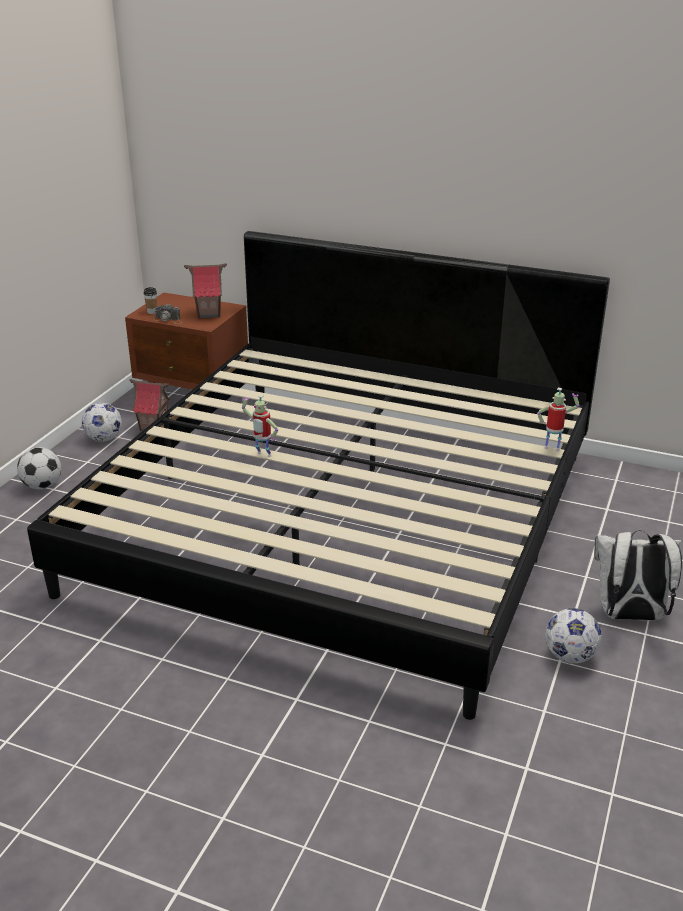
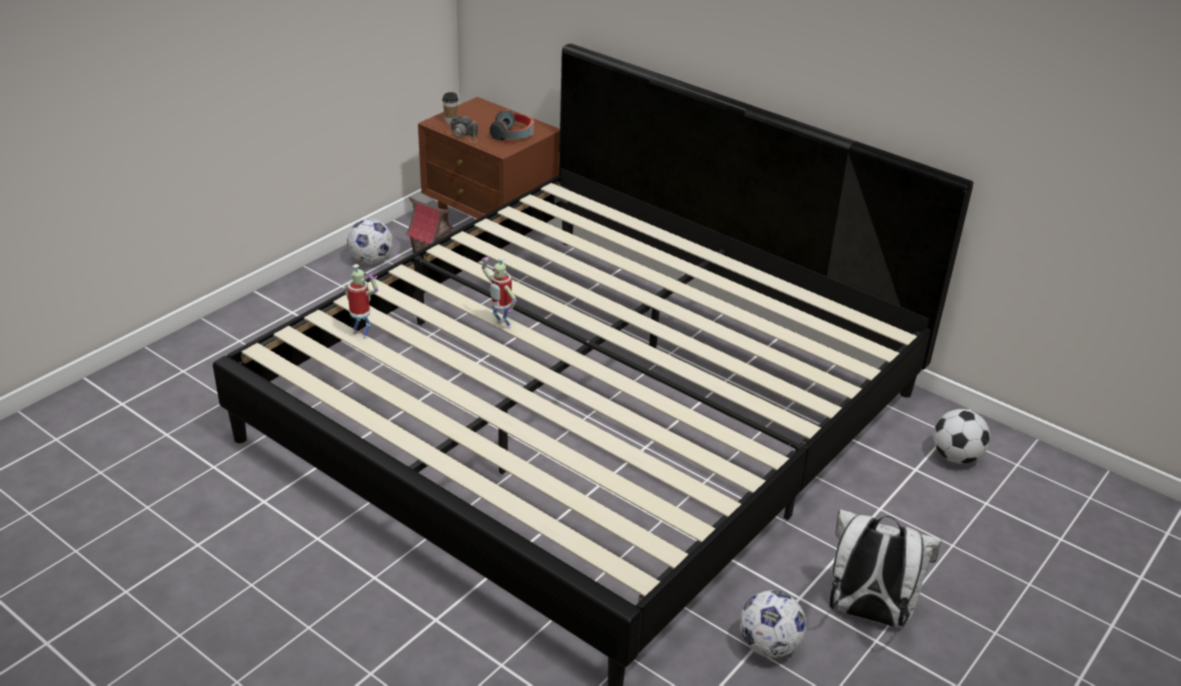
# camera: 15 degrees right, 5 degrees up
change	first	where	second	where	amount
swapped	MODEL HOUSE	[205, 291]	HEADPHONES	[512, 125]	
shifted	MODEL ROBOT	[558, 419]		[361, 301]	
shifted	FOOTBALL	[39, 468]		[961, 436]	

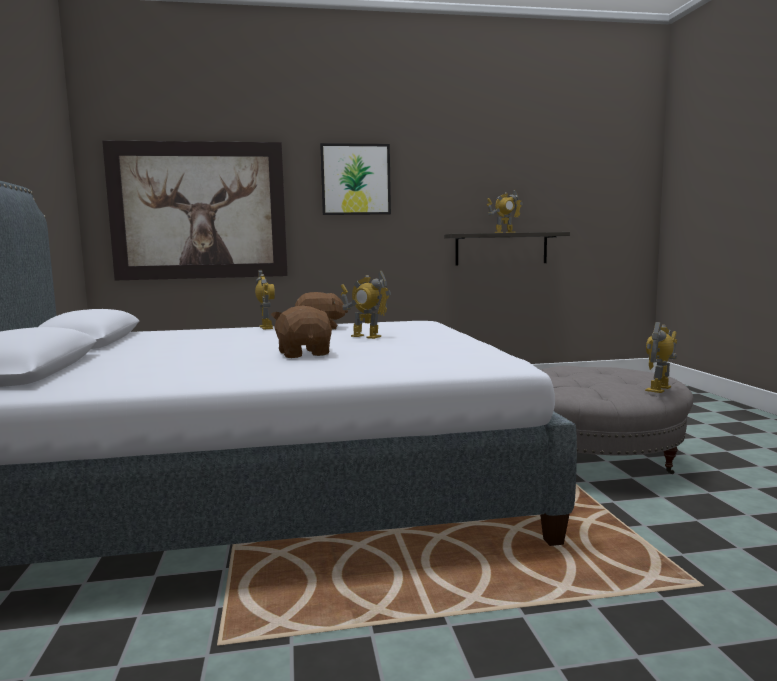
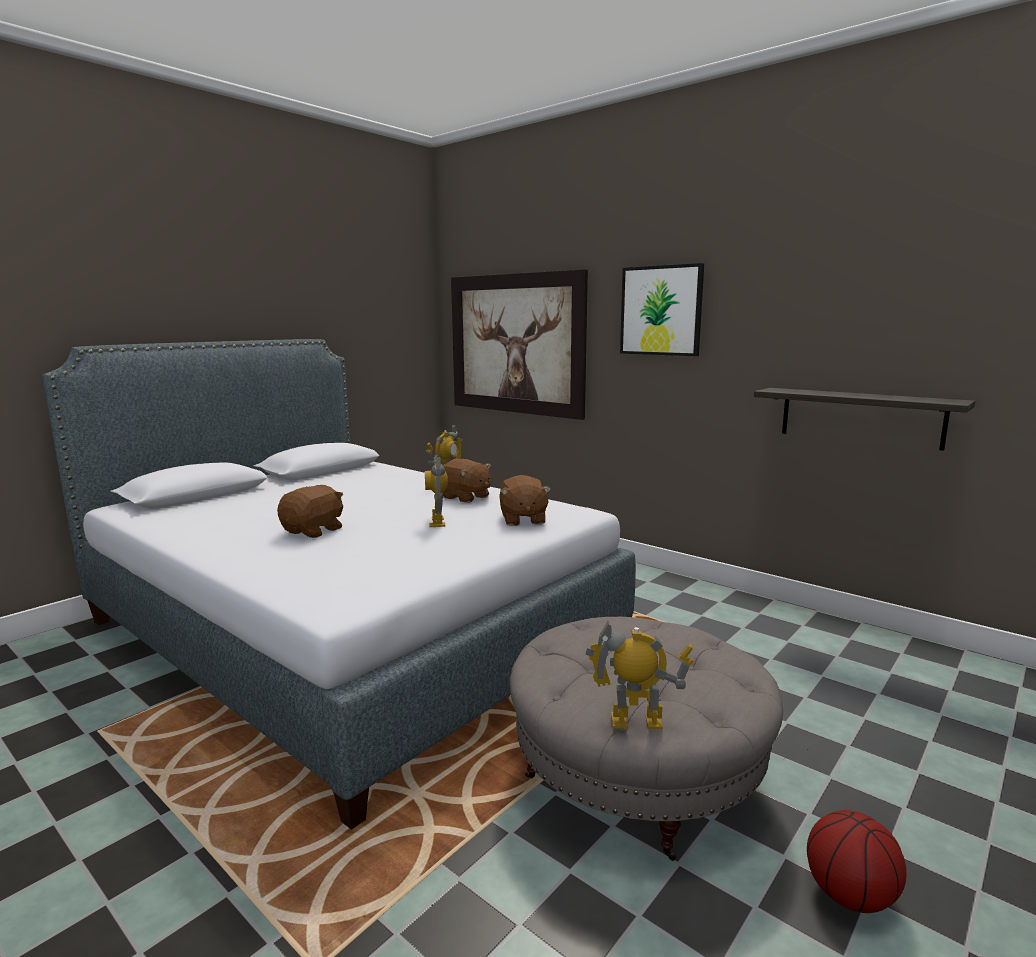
# camera: 50 degrees right, 5 degrees up
change	first	where	second	where	amount
gone	MODEL ROBOT	[505, 211]			
new			BROWNISH PLUSH TOY	[525, 500]	
new			BASKETBALL	[857, 861]	

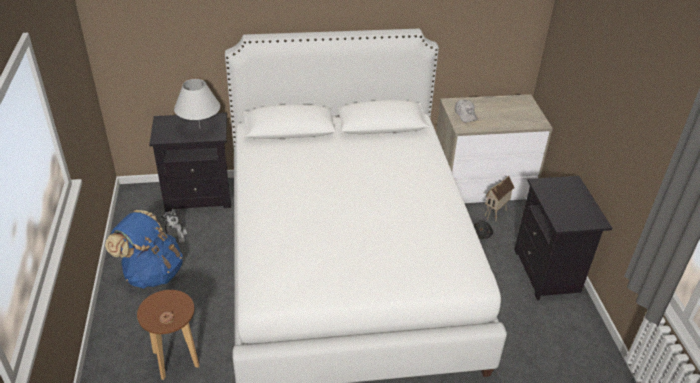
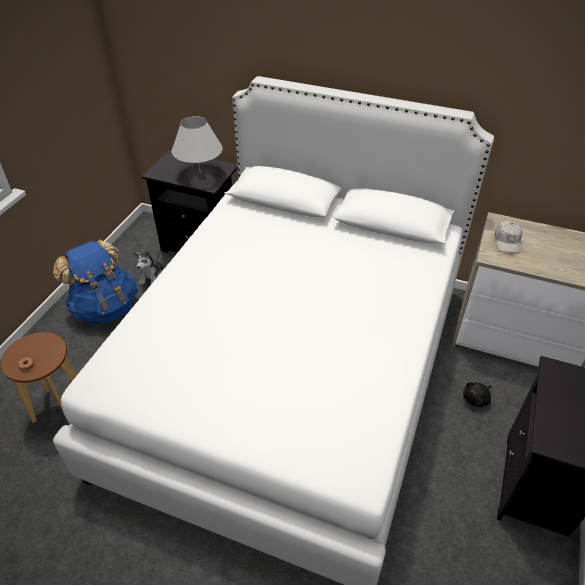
# camera: 30 degrees right, 5 degrees up
change	first	where	second	where	amount
gone	MODEL HOUSE	[500, 198]			

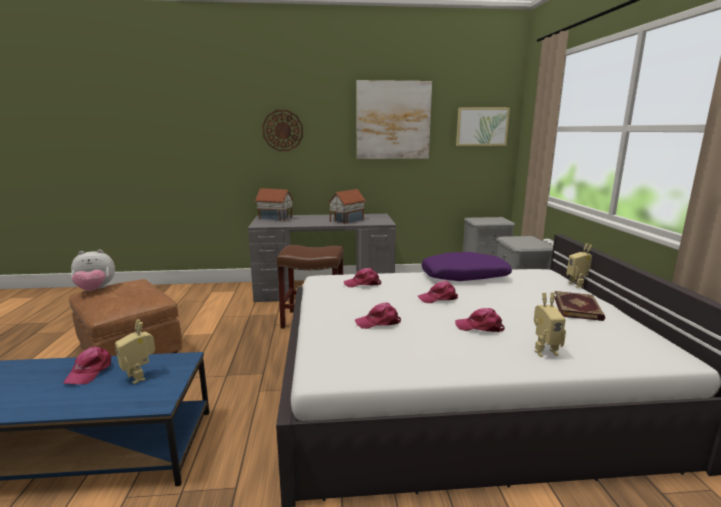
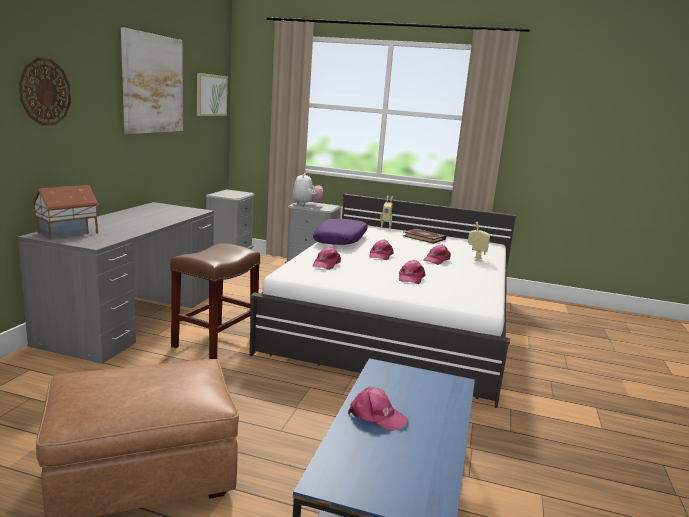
# camera: 70 degrees left, 0 degrees up
change	first	where	second	where	amount
gone	MODEL HOUSE	[347, 206]			
shifted	PLUSH TOY	[93, 270]		[308, 189]	
gone	MODEL ROBOT	[135, 351]			

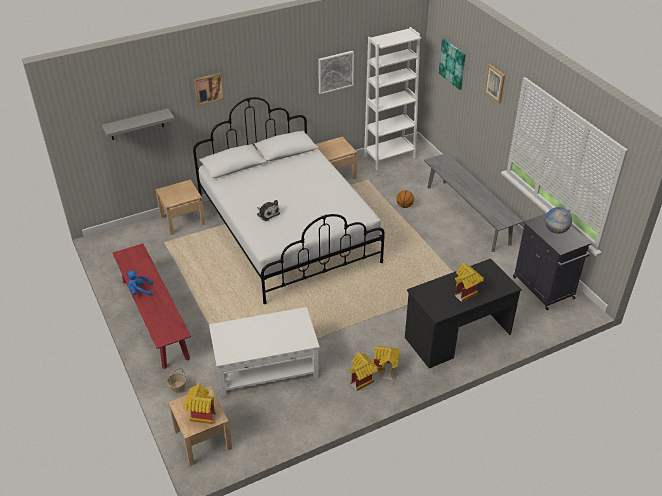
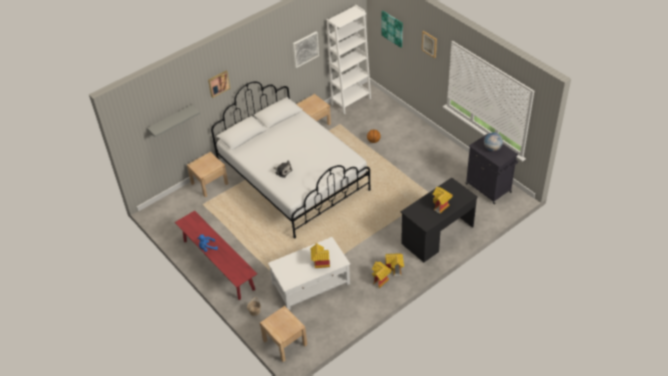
# camera: 10 degrees left, 5 degrees up
change	first	where	second	where	amount
gone	GREY LONG SEAT	[473, 202]			
shifted	MODEL HOUSE	[199, 403]		[320, 255]	

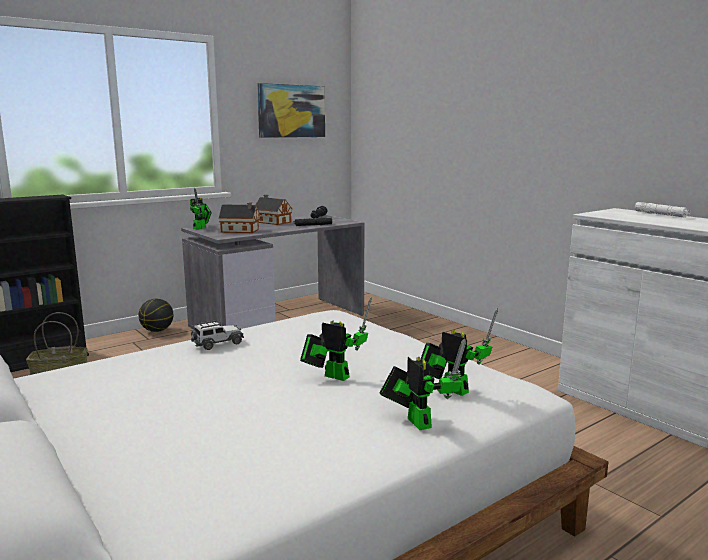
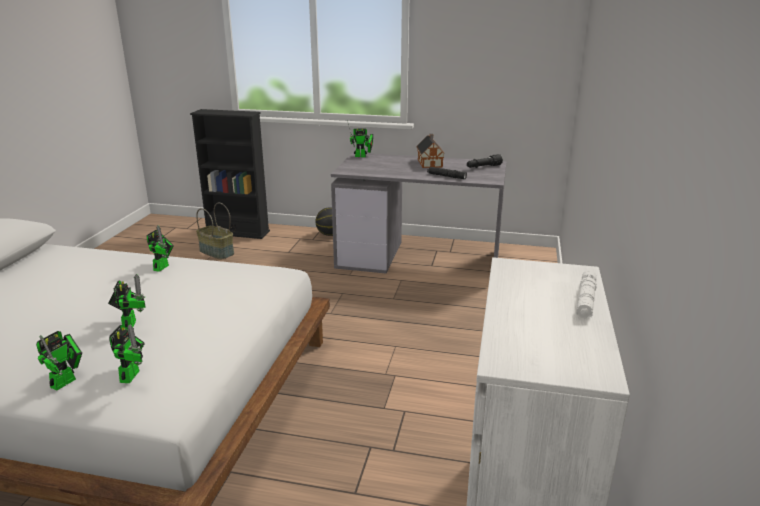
# camera: 50 degrees right, 10 degrees up
change	first	where	second	where	amount
gone	PICTURE	[291, 110]			
gone	MODEL HOUSE	[239, 217]			
swapped	MINIATURE CAR	[217, 335]	MODEL ROBOT	[160, 249]	

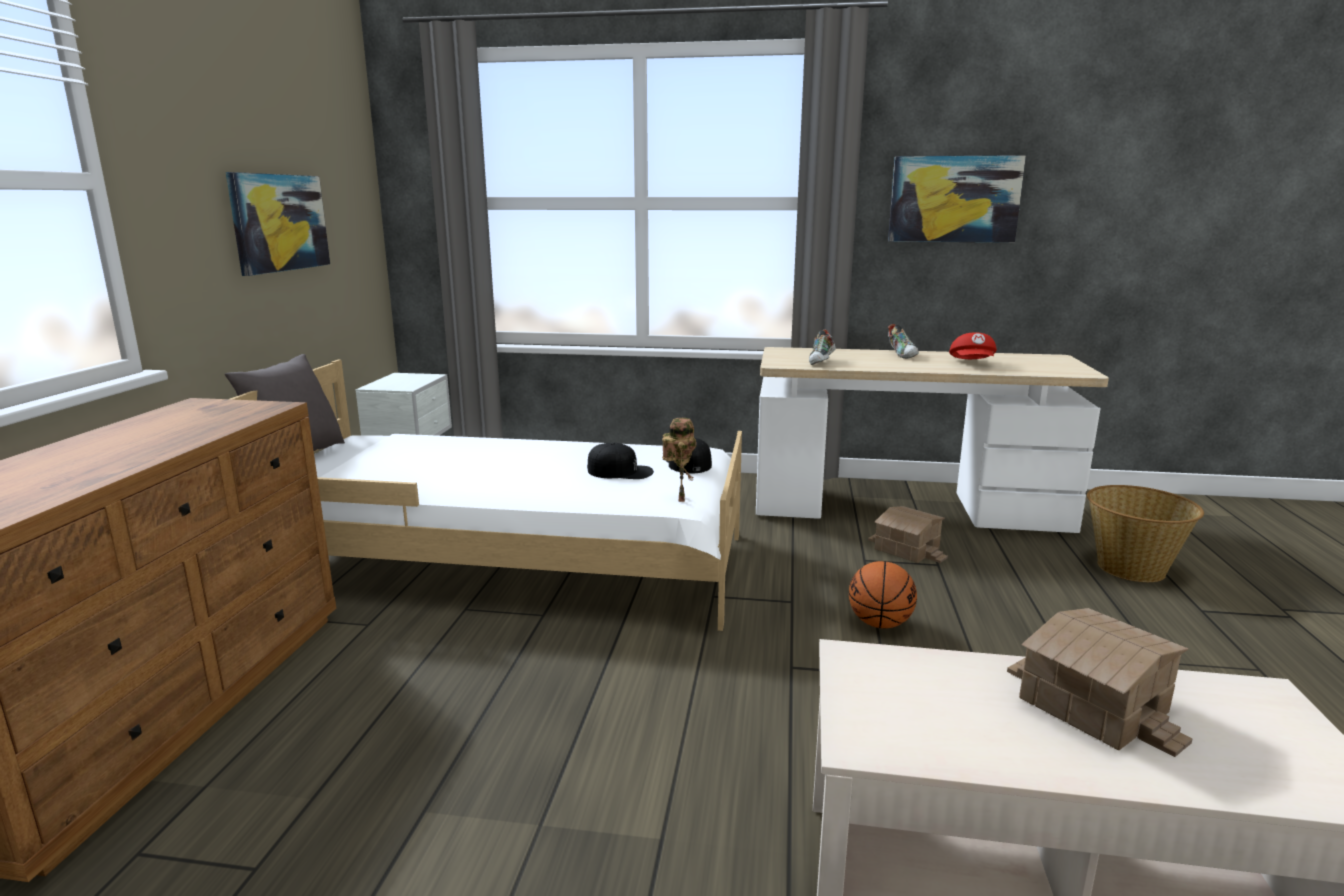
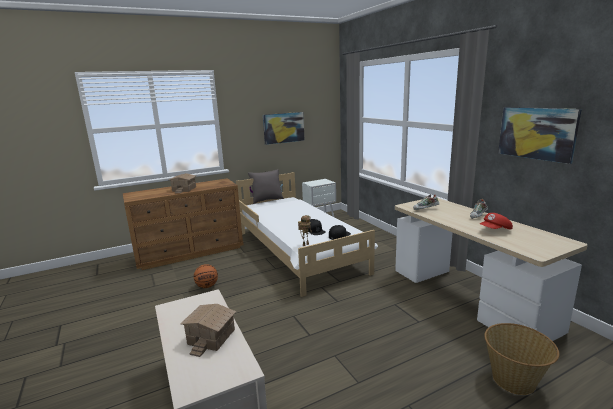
# camera: 55 degrees right, 0 degrees up
change	first	where	second	where	amount
shifted	MODEL HOUSE	[908, 534]		[182, 183]	
shifted	BASKETBALL	[883, 594]		[206, 276]	

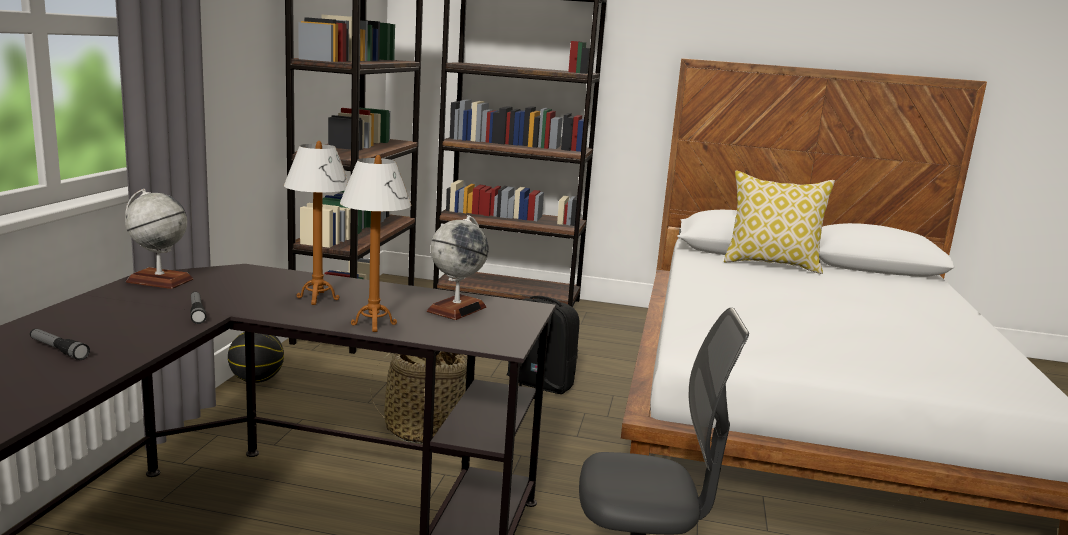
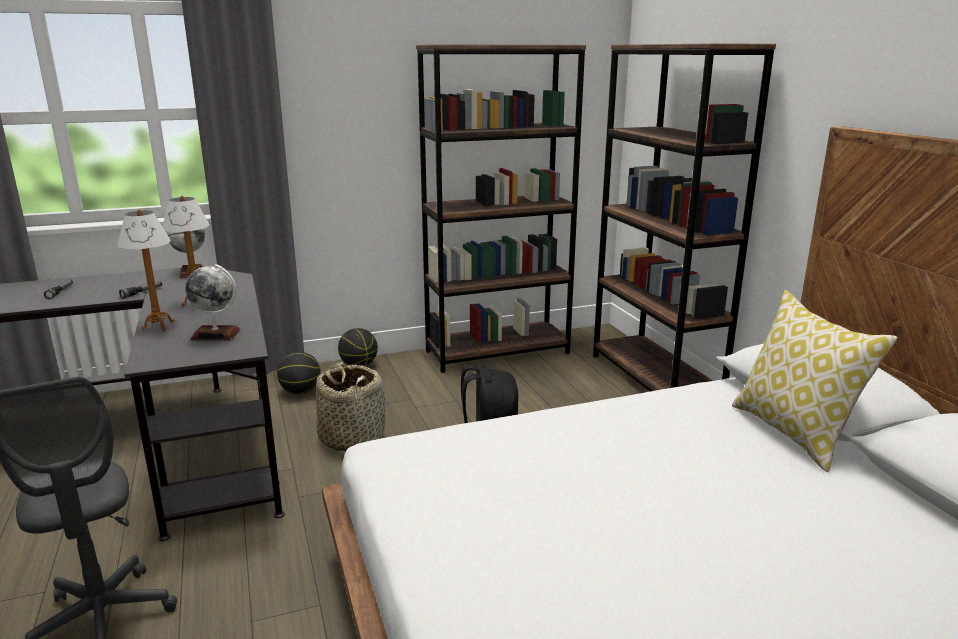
# camera: 60 degrees right, 5 degrees up
change	first	where	second	where	amount
new			BASKETBALL	[299, 373]	

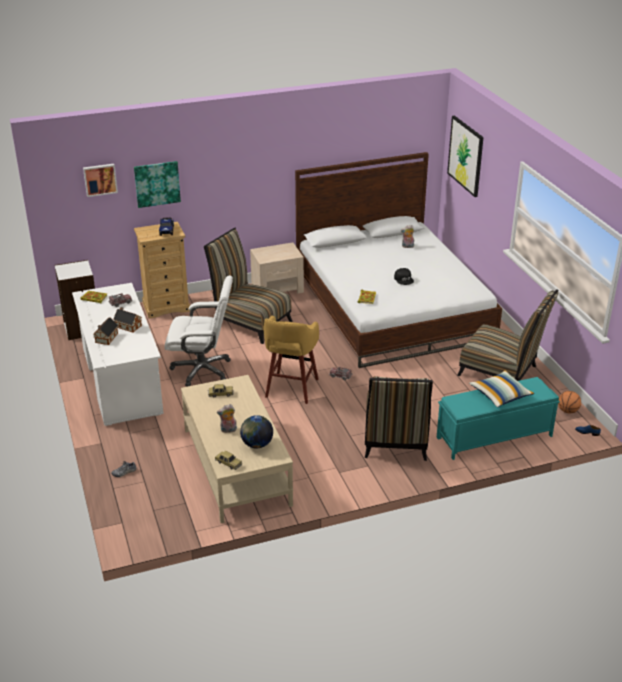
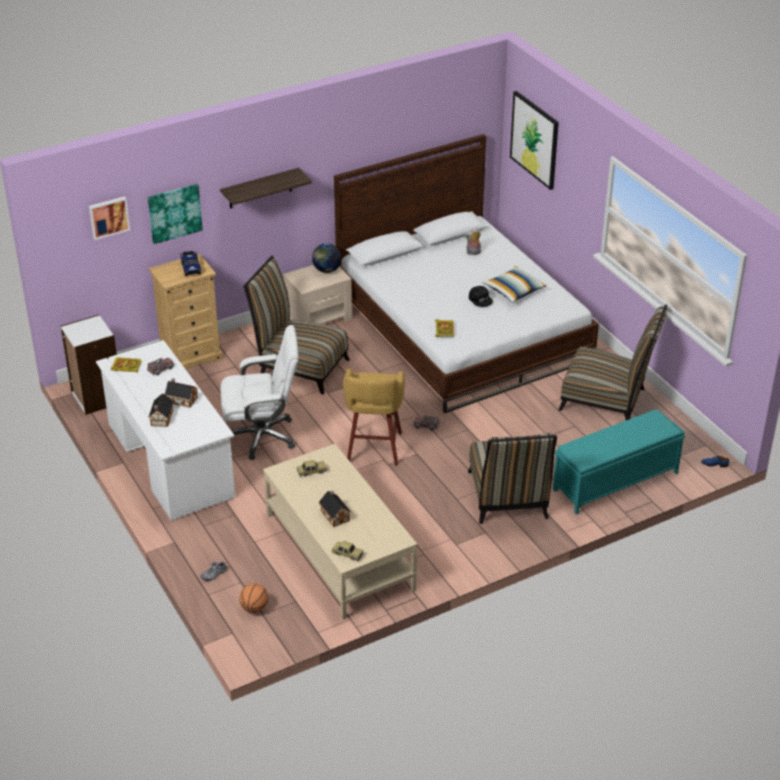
# camera: 10 degrees left, 5 degrees up
change	first	where	second	where	amount
shifted	THROW PILLOW	[501, 388]		[514, 284]	
shifted	BASKETBALL	[569, 402]		[254, 598]	
swapped	PLUSH TOY	[227, 418]	MODEL HOUSE	[335, 508]	
shifted	WORLD GLOBE	[256, 431]		[327, 258]	
new			WALL SHELF	[266, 188]	

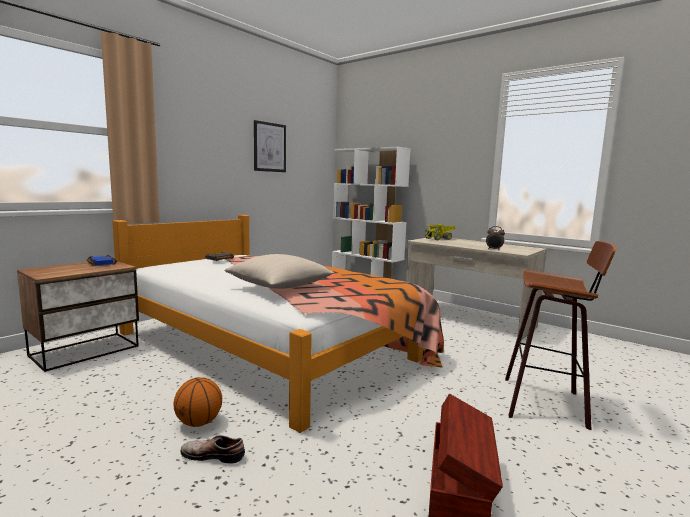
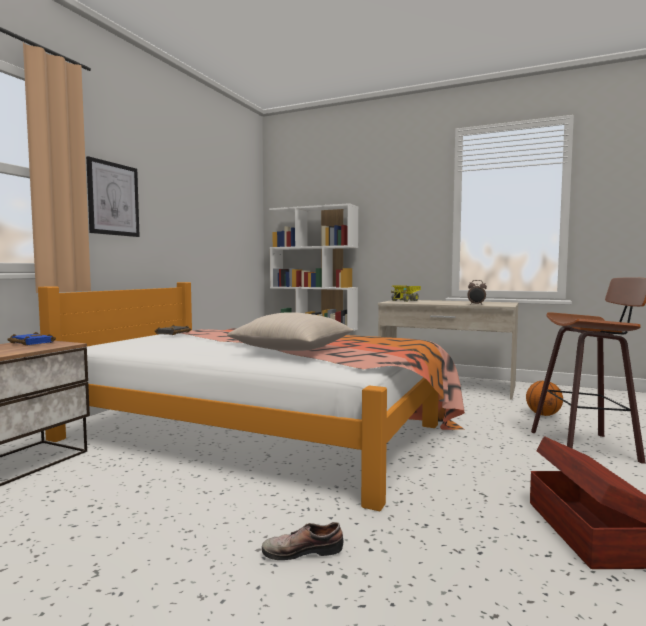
# camera: 15 degrees left, 5 degrees down
change	first	where	second	where	amount
shifted	PICTURE	[270, 146]		[113, 196]	
shifted	BASKETBALL	[198, 402]		[544, 398]	

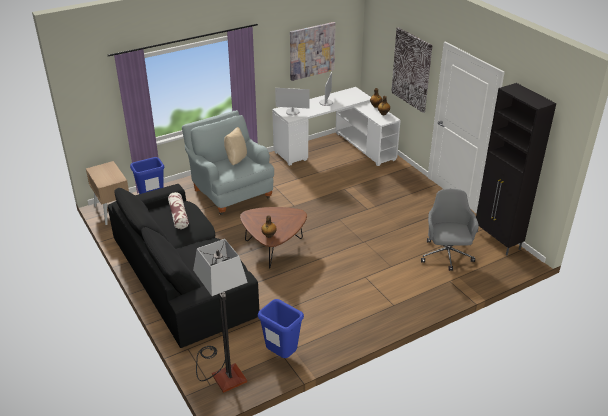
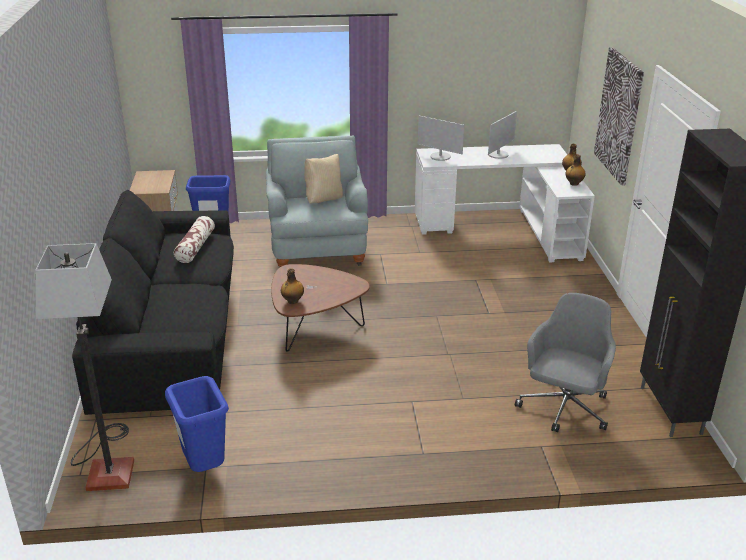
# camera: 25 degrees right, 5 degrees down
change	first	where	second	where	amount
gone	PICTURE	[313, 51]			

